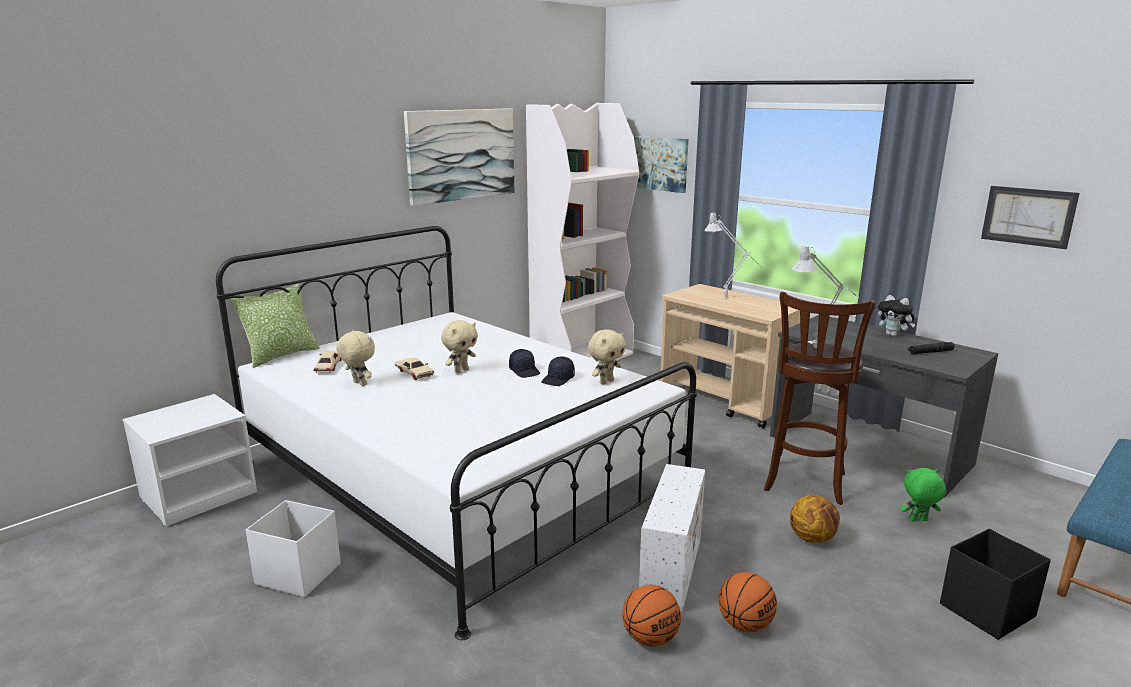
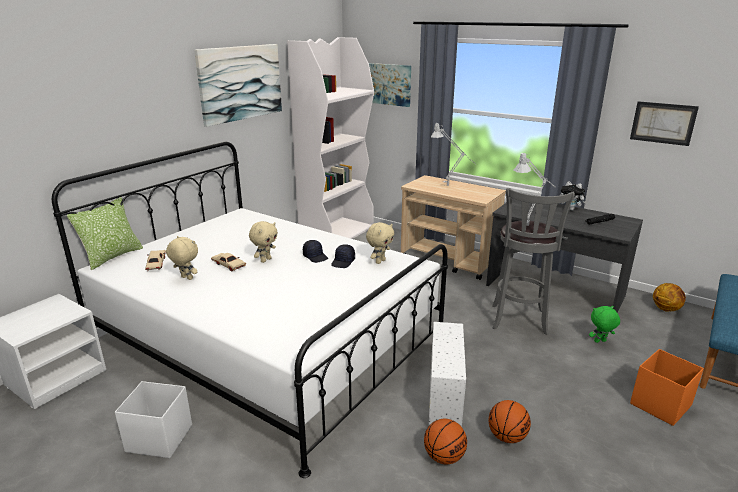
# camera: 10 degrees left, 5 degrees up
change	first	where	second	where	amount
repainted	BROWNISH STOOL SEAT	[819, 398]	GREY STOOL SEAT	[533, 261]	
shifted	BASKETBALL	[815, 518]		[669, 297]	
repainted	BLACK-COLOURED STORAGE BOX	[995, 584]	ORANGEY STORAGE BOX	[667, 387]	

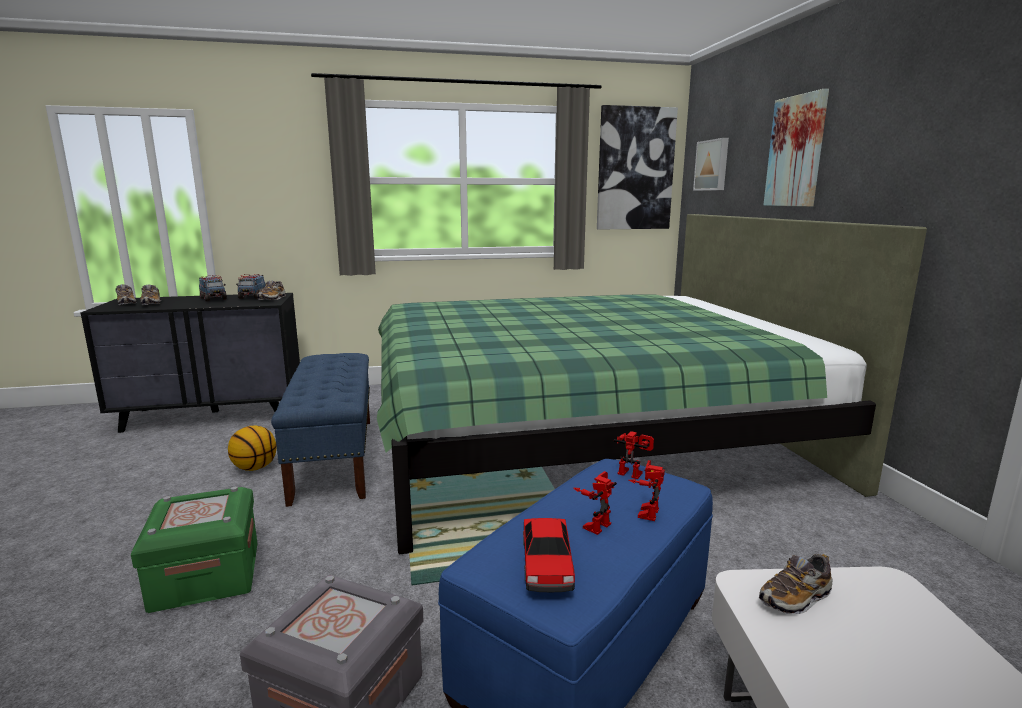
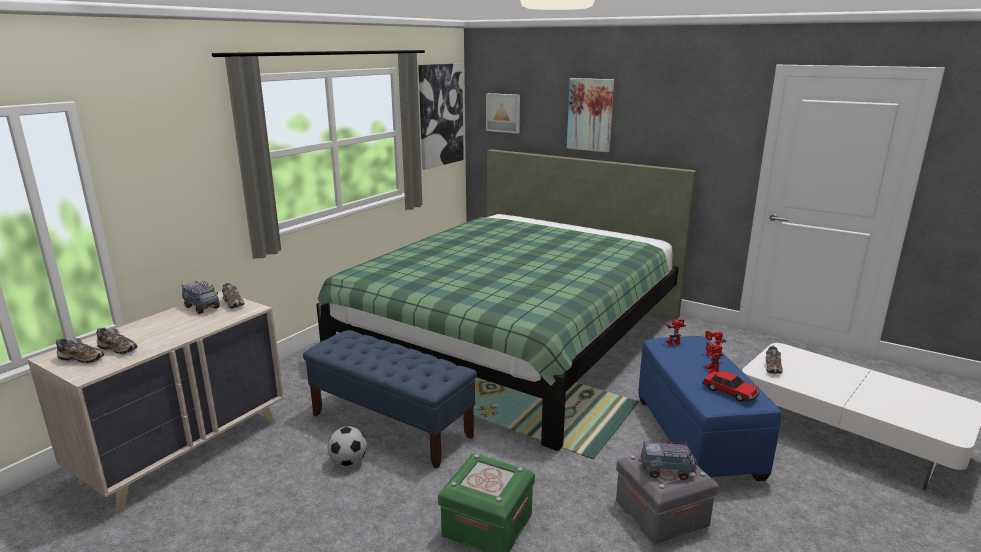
# camera: 45 degrees left, 5 degrees up
change	first	where	second	where	amount
shifted	TOY TRUCK	[213, 288]		[668, 459]	
repainted	BLACK-COLOURED DRAWER CHEST	[190, 363]	SAND-COLOURED DRAWER CHEST	[155, 401]	
swapped	BASKETBALL	[252, 448]	FOOTBALL	[347, 446]	

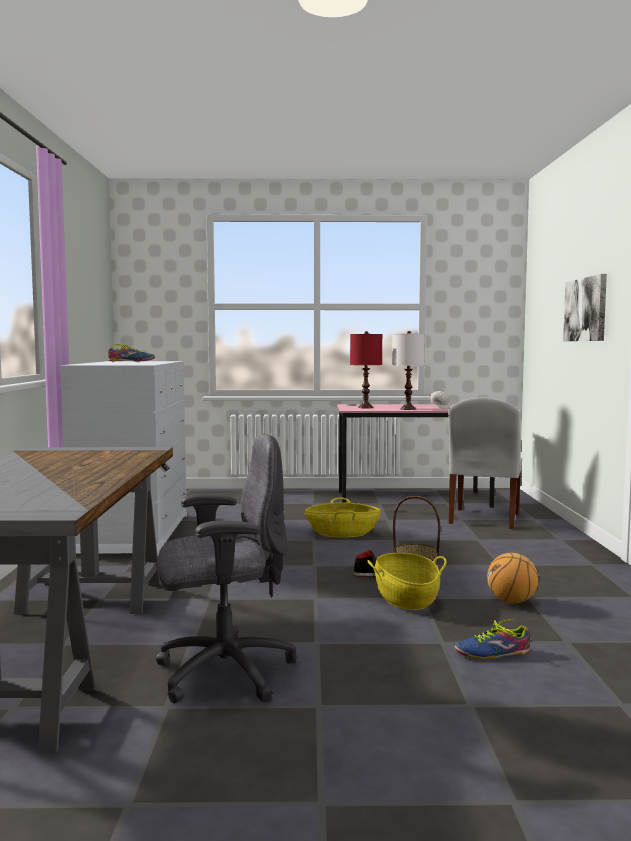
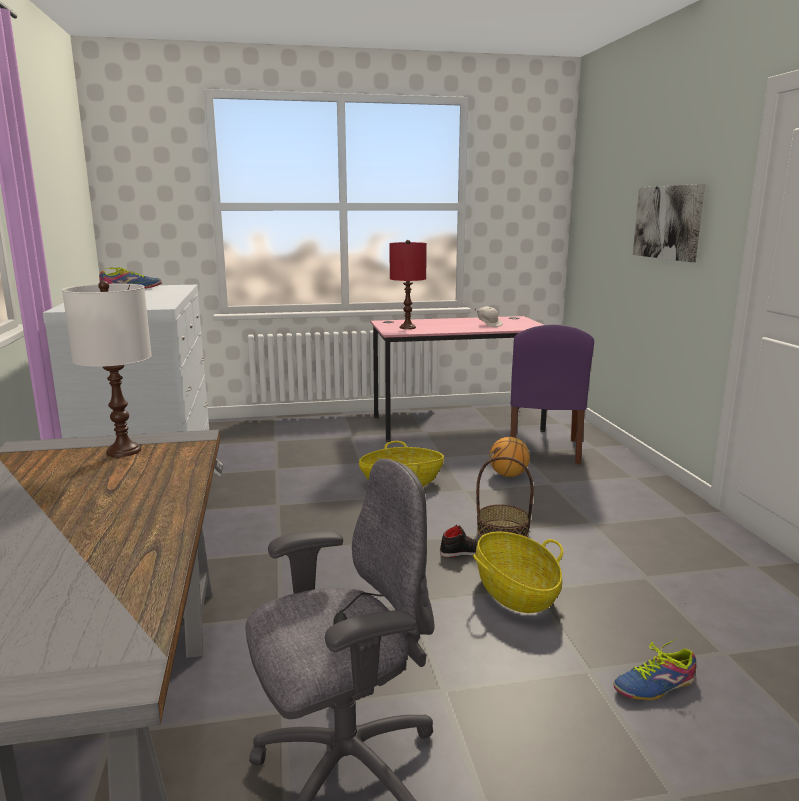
# camera: 10 degrees left, 10 degrees up
change	first	where	second	where	amount
shifted	WHITE TABLETOP LAMP	[409, 370]		[107, 369]	
repainted	WHITE UPRIGHT CHAIR	[485, 463]	PURPLISH UPRIGHT CHAIR	[552, 394]	
shifted	BASKETBALL	[512, 578]		[509, 457]	

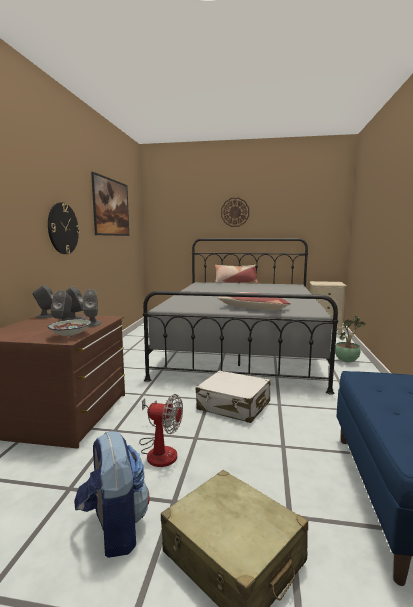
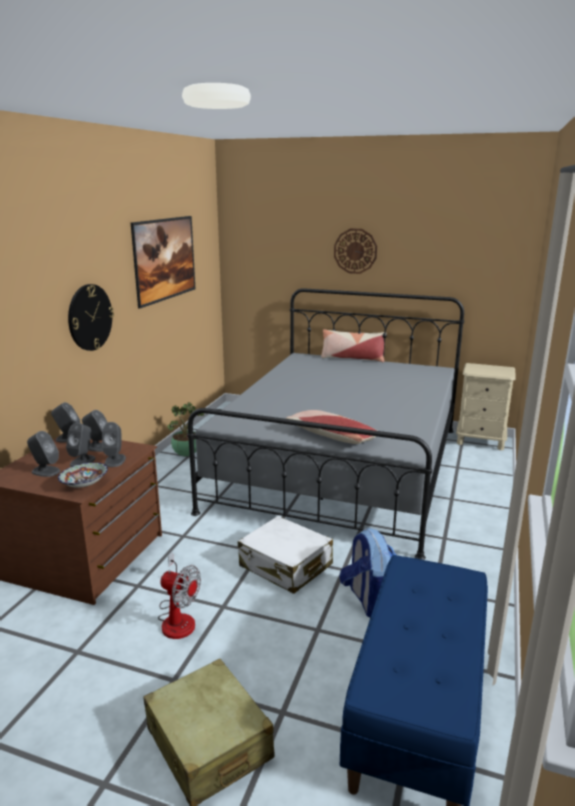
# camera: 10 degrees right, 10 degrees up
change	first	where	second	where	amount
shifted	POTTED PLANT	[350, 339]		[185, 429]	
shifted	BACKPACK	[112, 494]		[367, 572]	
new			GREY SPEAKER	[43, 454]	

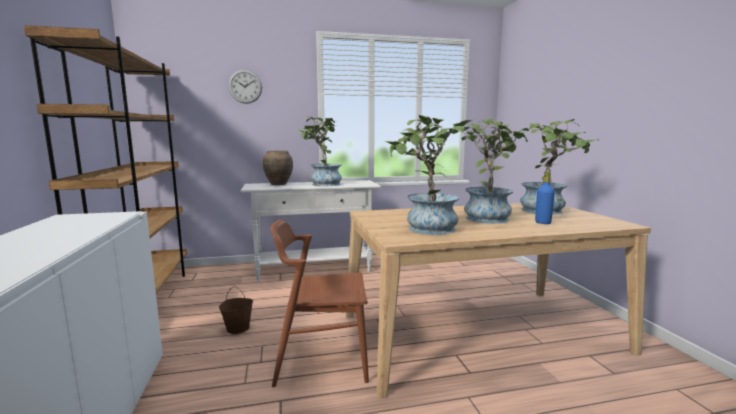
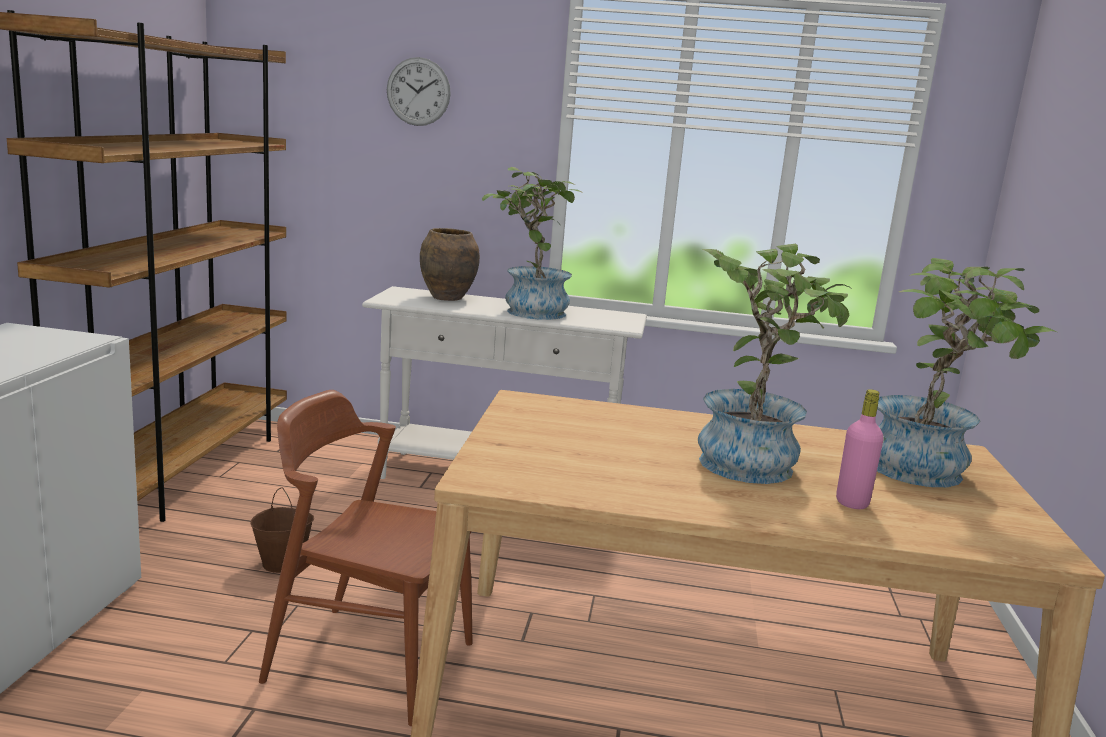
# camera: 20 degrees right, 5 degrees up
change	first	where	second	where	amount
gone	POTTED PLANT	[429, 175]			
repainted	BLUE DRINK BOTTLE	[545, 197]	PINK DRINK BOTTLE	[860, 449]	

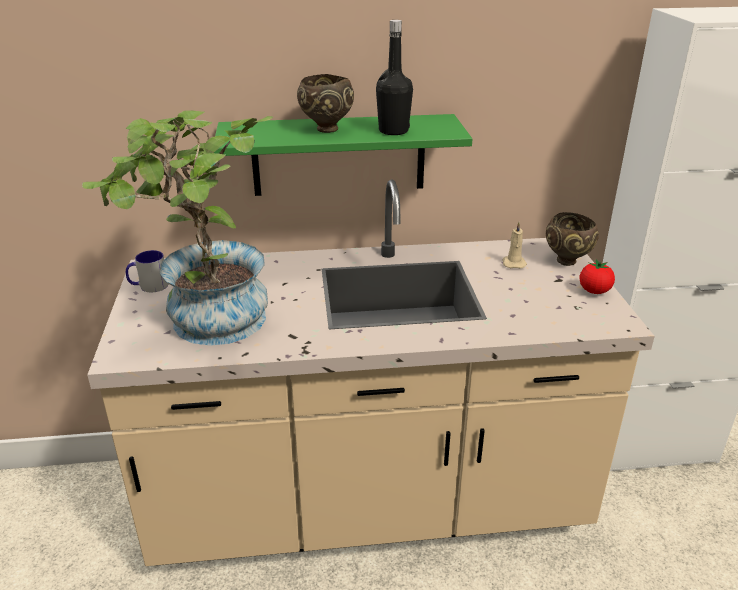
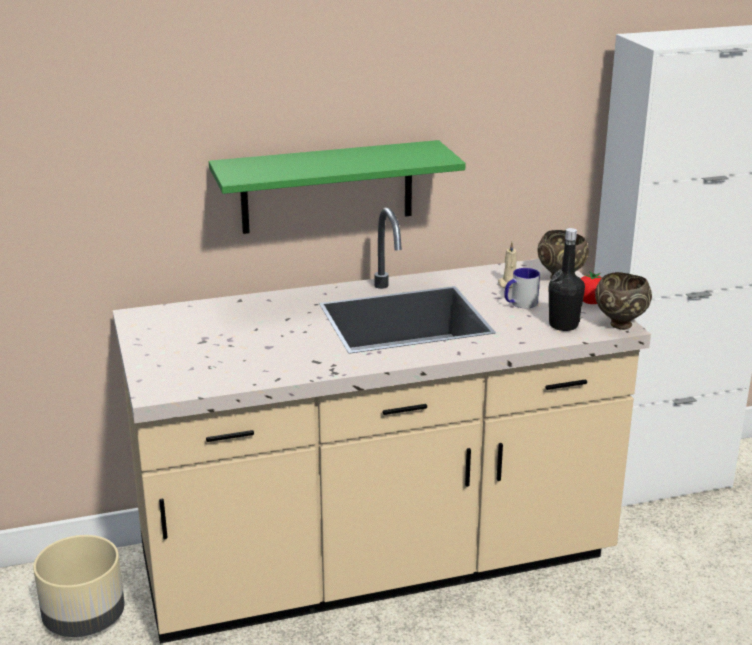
# camera: 10 degrees left, 5 degrees down
change	first	where	second	where	amount
shifted	BLACK-COLOURED DRINK BOTTLE	[394, 77]		[567, 279]	
shifted	BROWNISH BOWL	[325, 103]		[623, 301]	
gone	POTTED PLANT	[177, 228]			
shifted	COFFEE MUG	[147, 271]		[522, 288]	
new			SAND-COLOURED FLOWER POT	[79, 586]	

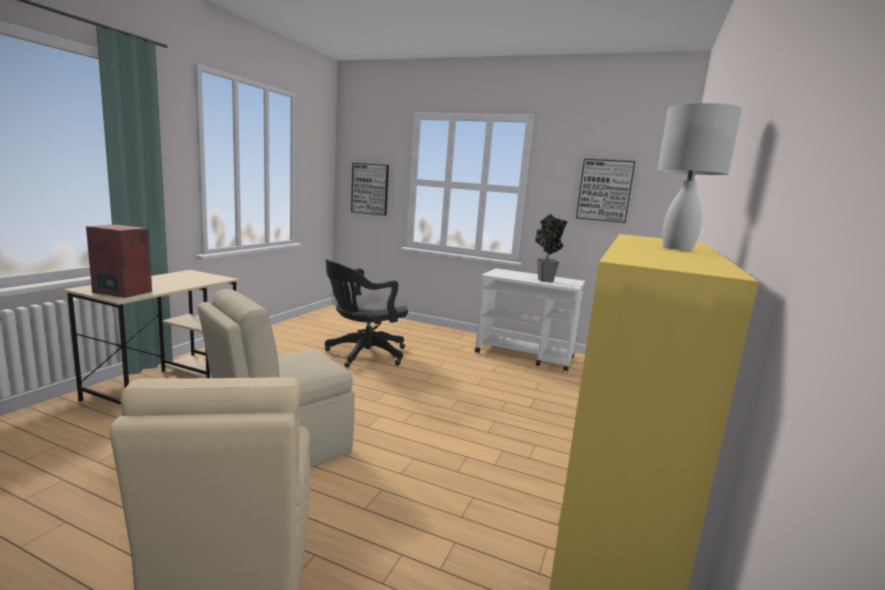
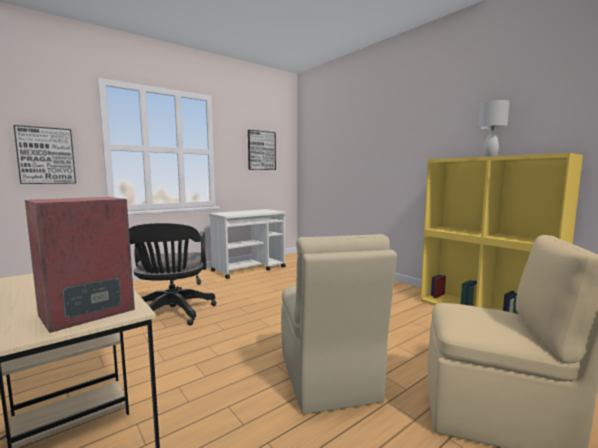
# camera: 60 degrees left, 5 degrees down
change	first	where	second	where	amount
gone	POTTED PLANT	[551, 248]			

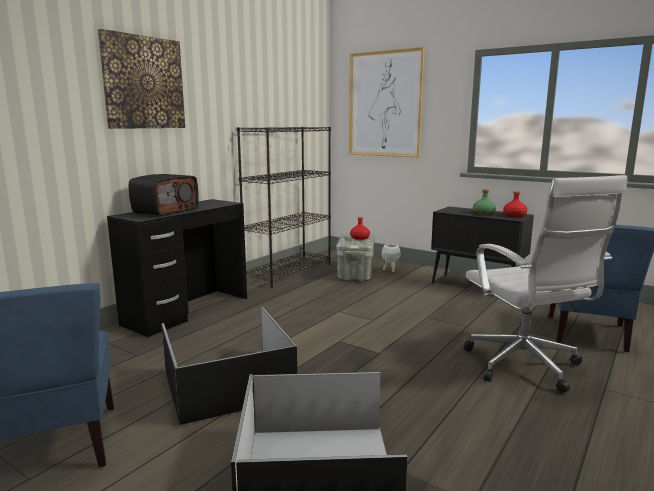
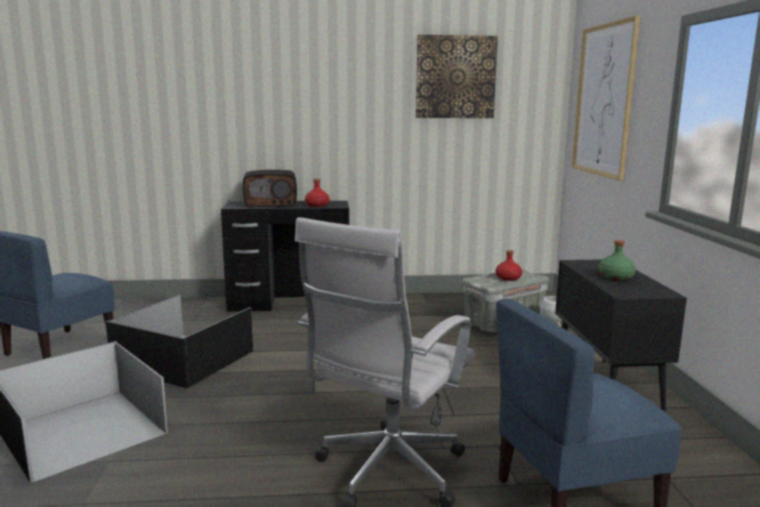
# camera: 50 degrees right, 0 degrees up
change	first	where	second	where	amount
shifted	PICTURE	[141, 79]		[457, 76]	
gone	BLACK-COLOURED SHELVING UNIT	[284, 207]			
shifted	RED-COLOURED DRINK BOTTLE	[515, 204]		[317, 193]	

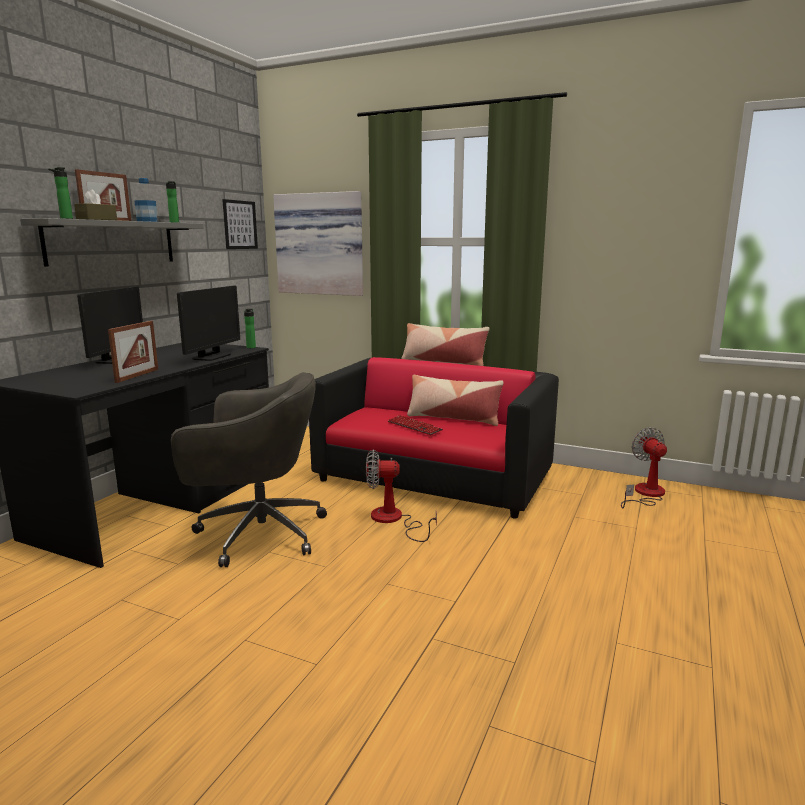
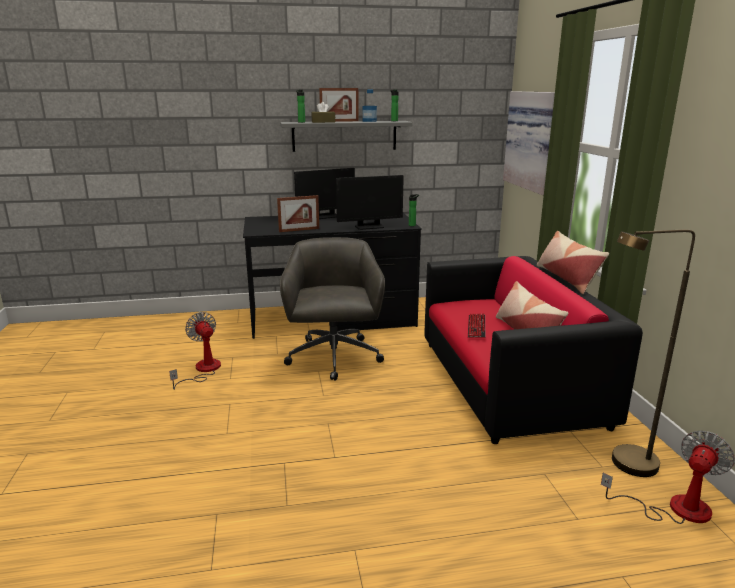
# camera: 55 degrees right, 5 degrees up
change	first	where	second	where	amount
gone	PICTURE	[240, 224]			
rotated	GREY OFFICE CHAIR	[249, 469]		[332, 309]	150 degrees counterclockwise
shifted	FAN	[401, 495]		[195, 351]	
new			BROWNISH FLOOR LAMP	[653, 353]	

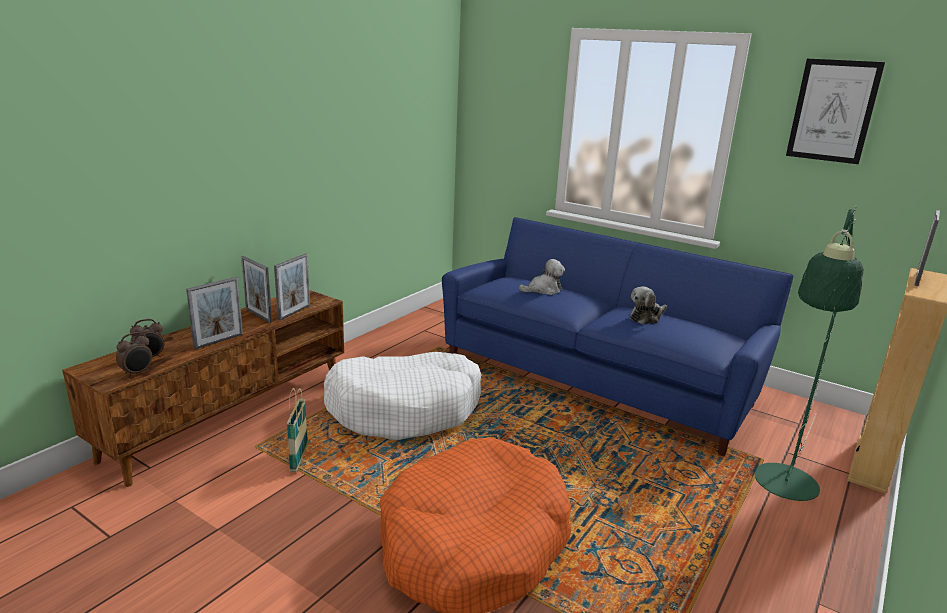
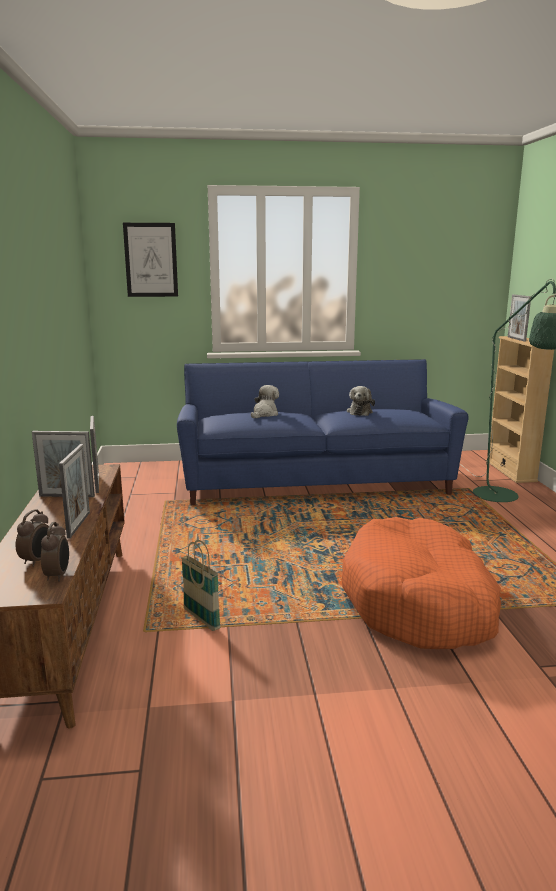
# camera: 40 degrees left, 5 degrees down
change	first	where	second	where	amount
shifted	PICTURE	[835, 111]		[150, 260]	
gone	WHITE DOG CUSHION	[402, 396]			

